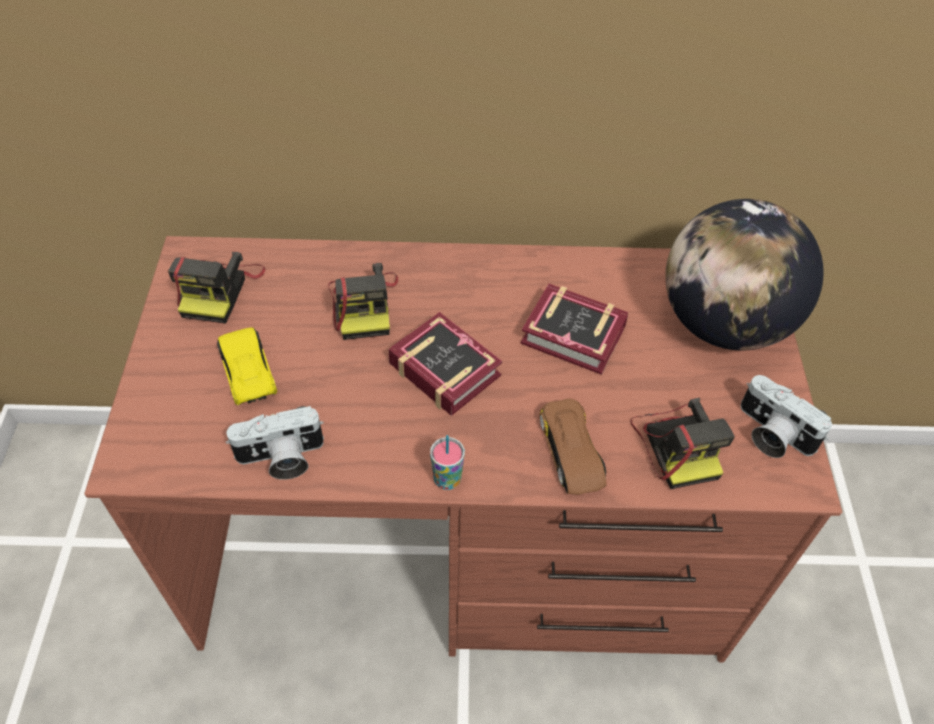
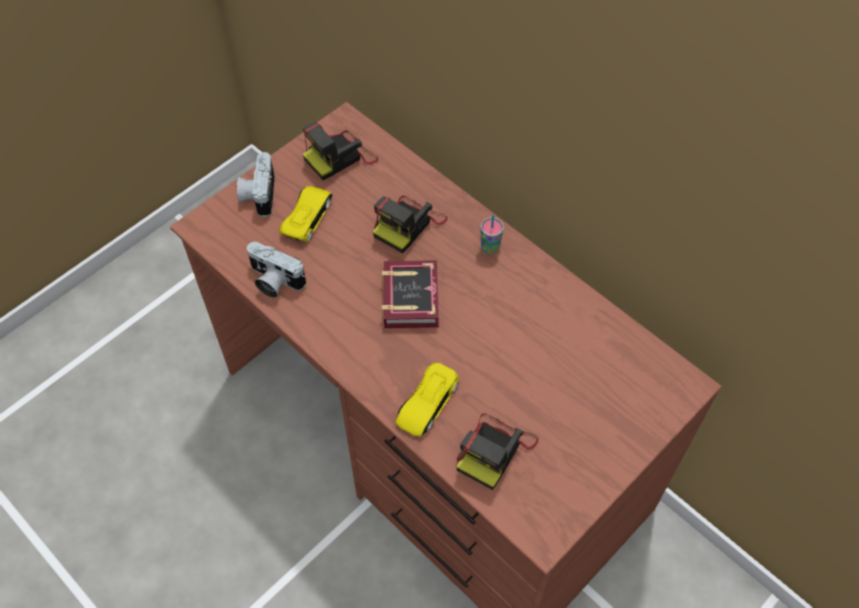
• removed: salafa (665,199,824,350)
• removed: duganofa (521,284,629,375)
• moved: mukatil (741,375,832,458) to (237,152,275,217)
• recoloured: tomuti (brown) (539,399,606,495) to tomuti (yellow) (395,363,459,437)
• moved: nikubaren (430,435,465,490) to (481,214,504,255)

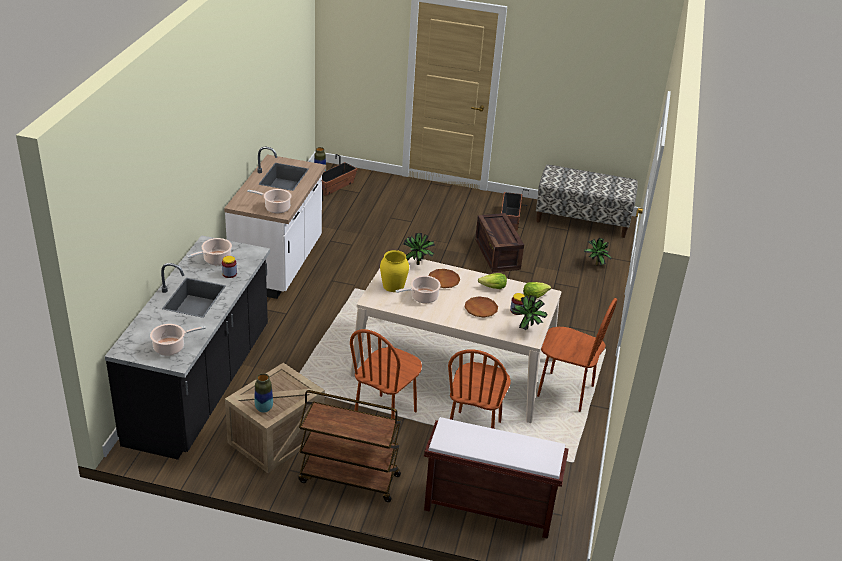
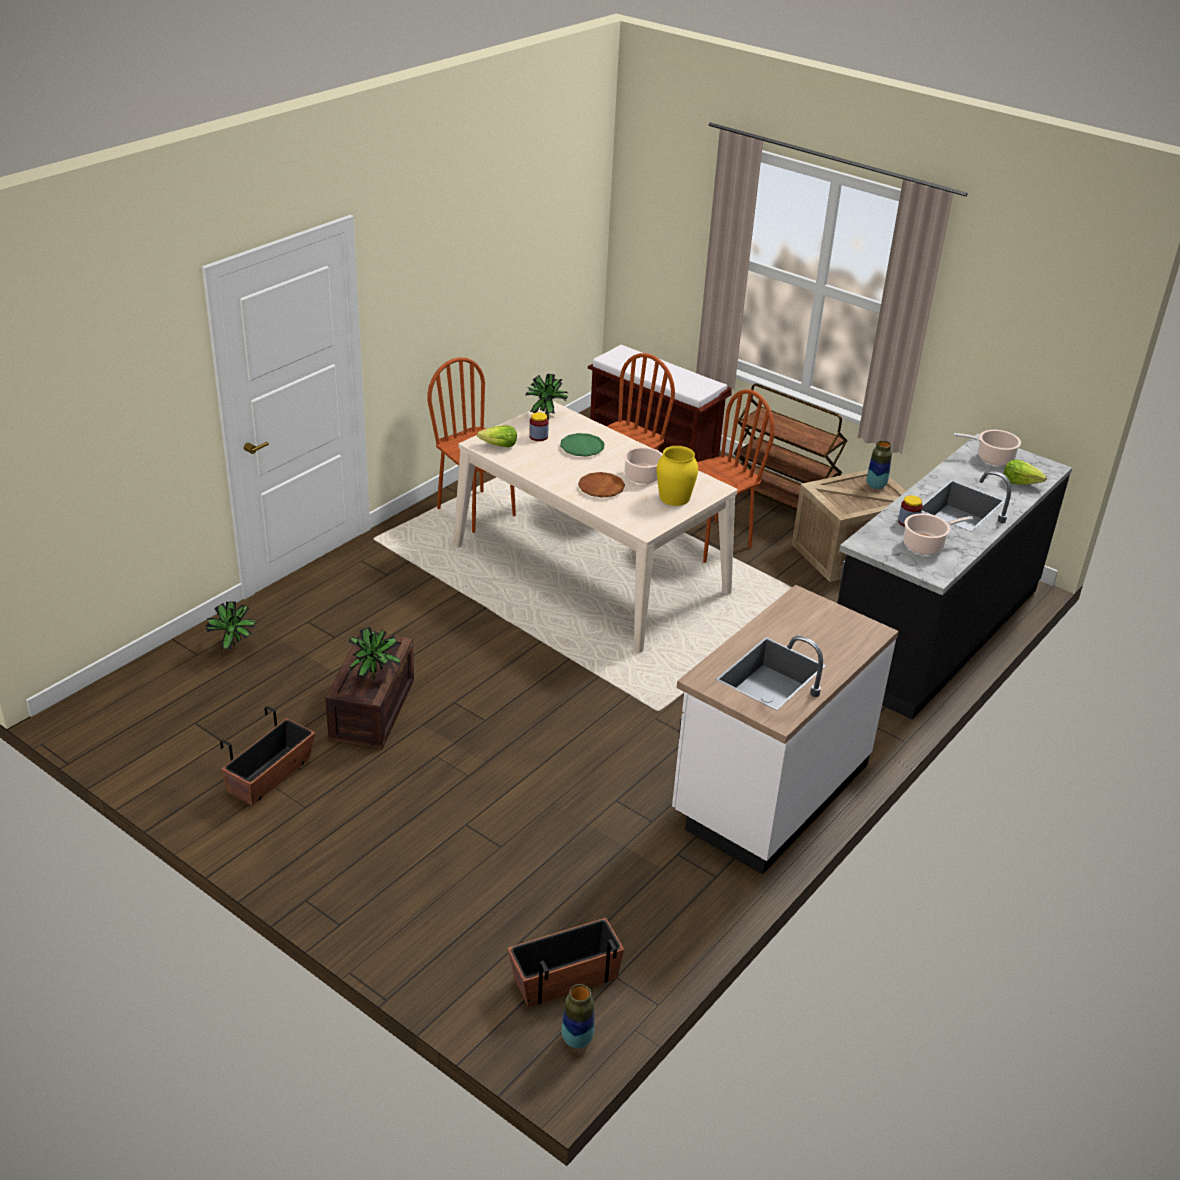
• removed: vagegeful (536,165,638,238)
• removed: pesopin (247,189,291,214)
• moved: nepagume (403,233,435,265) to (348,627,400,680)
• moved: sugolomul (478,273,507,289) to (1004,459,1047,485)
• recoloured: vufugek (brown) (465,296,498,318) to vufugek (green) (560,433,605,456)

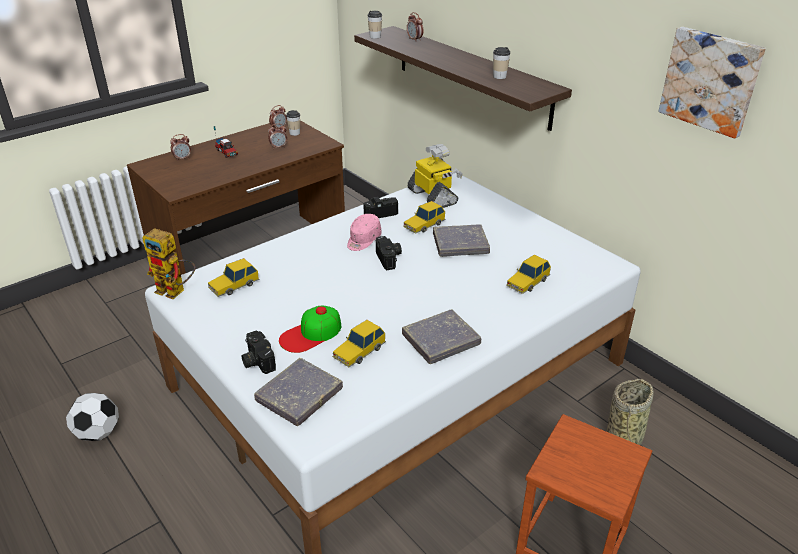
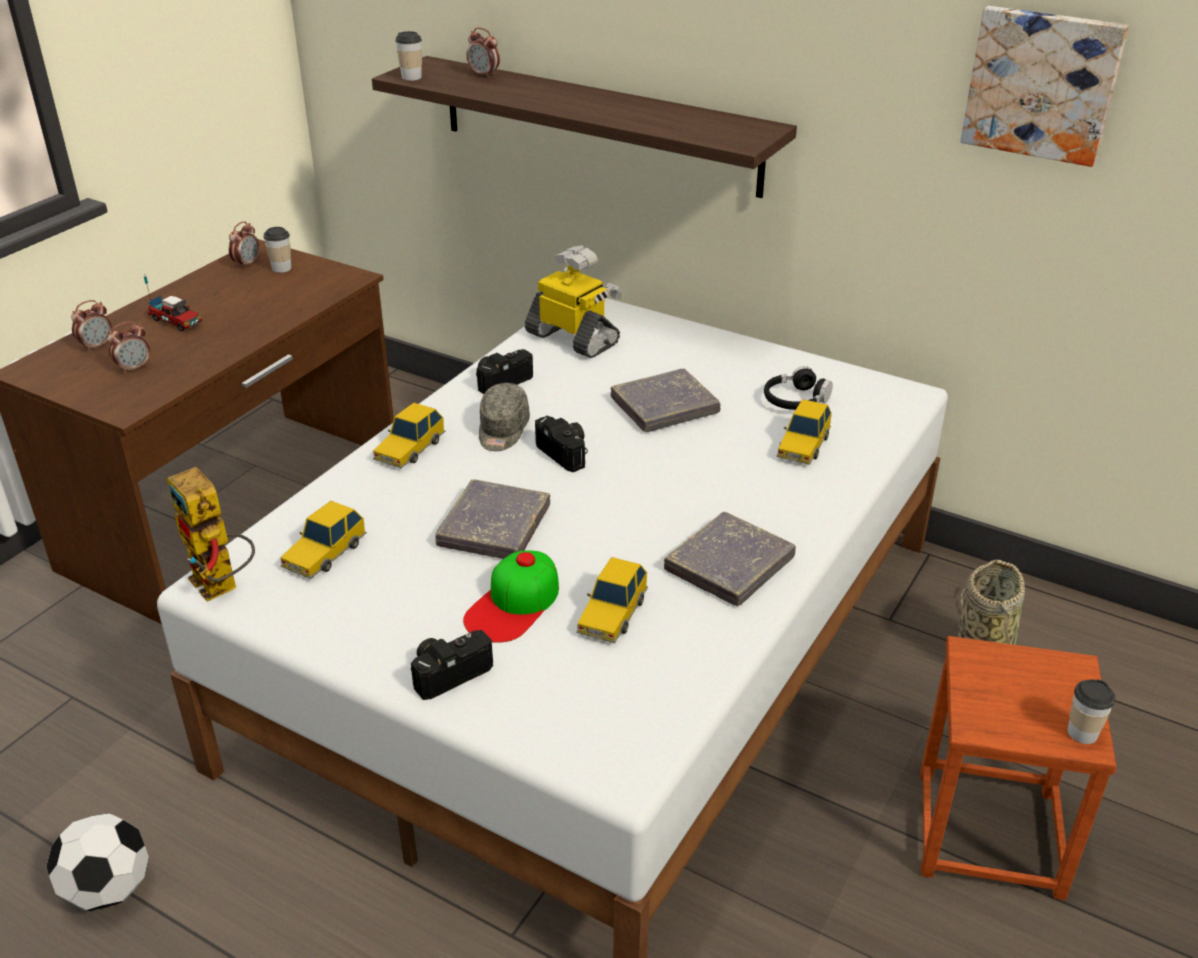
• moved: nikubaren (493,47,510,79) to (1067,679,1115,744)
• moved: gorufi (268,123,287,149) to (108,321,150,374)
• moved: tomuti (403,201,445,234) to (373,403,445,468)
• recoloured: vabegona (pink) (347,214,381,251) to vabegona (grey) (479,383,530,451)
• turned: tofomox (142,228,195,299) = (167,467,255,602) 45 degrees clockwise
• turned: mukatil (241,331,276,374) = (411,630,493,700) 105 degrees clockwise
• moved: duganofa (grey) (254,358,343,426) to (435,479,550,559)
• added: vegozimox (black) (764,366,833,410)

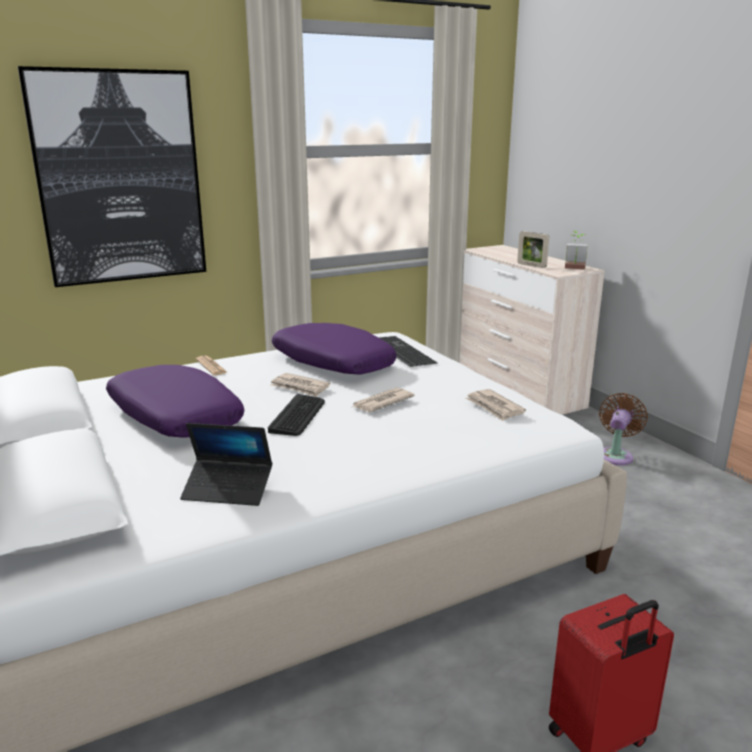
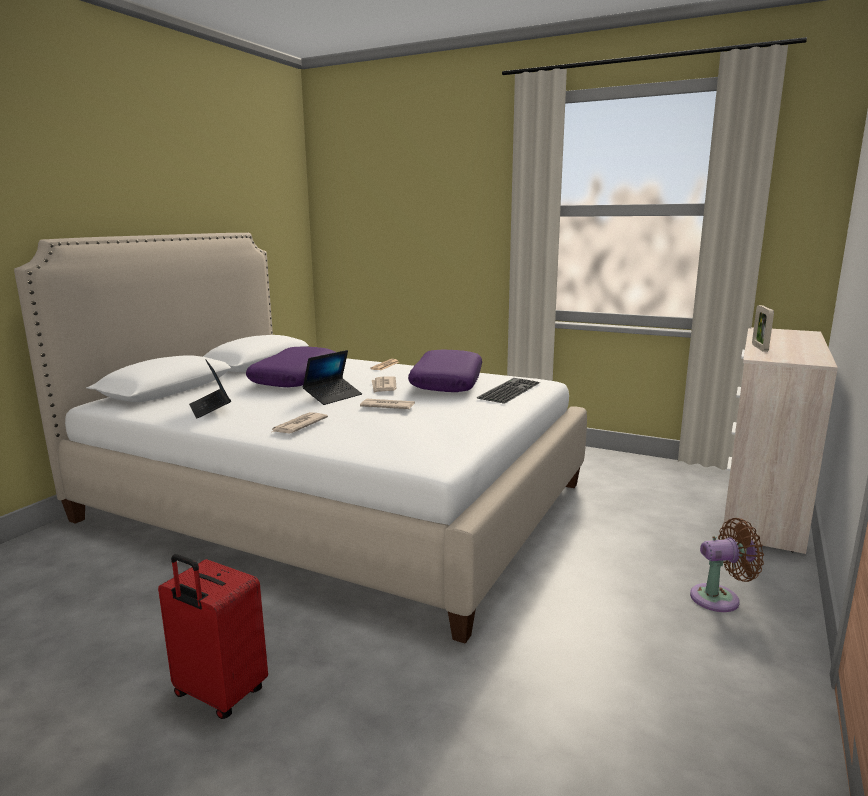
• removed: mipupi (18,66,206,287)
• removed: nepagume (565,231,588,270)
• moved: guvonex (466,389,526,421) to (270,412,328,433)
• replaced: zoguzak (268,394,325,436) to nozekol (302,350,362,405)

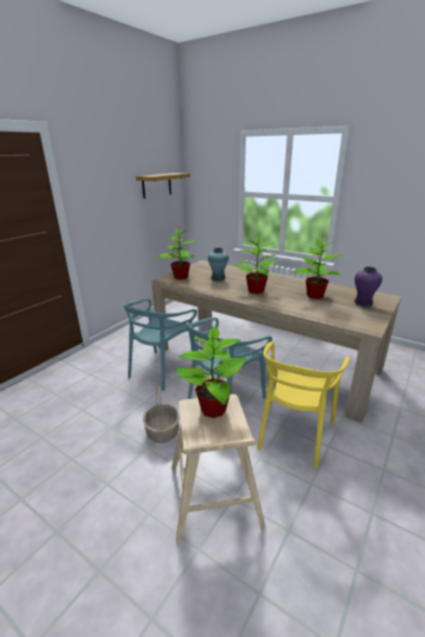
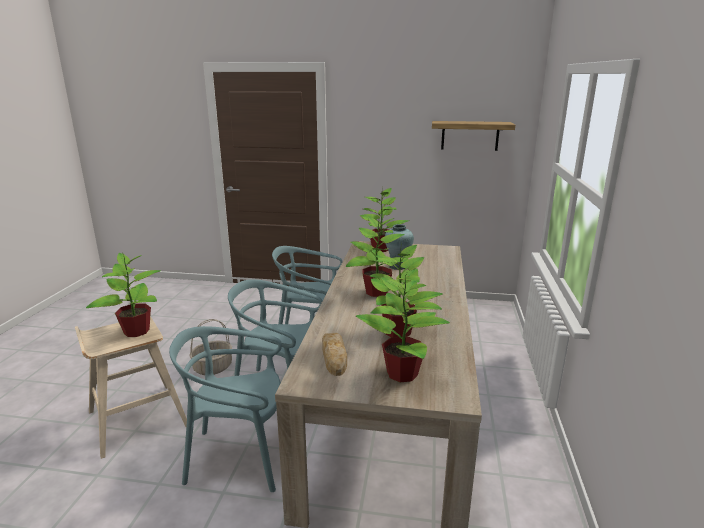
• replaced: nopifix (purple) (354,267,382,307) to nepagume (356,273,450,382)
• recoloured: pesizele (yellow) (257,342,350,468) to pesizele (turquoise) (169,326,282,492)
• added: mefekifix (322,333,347,376)

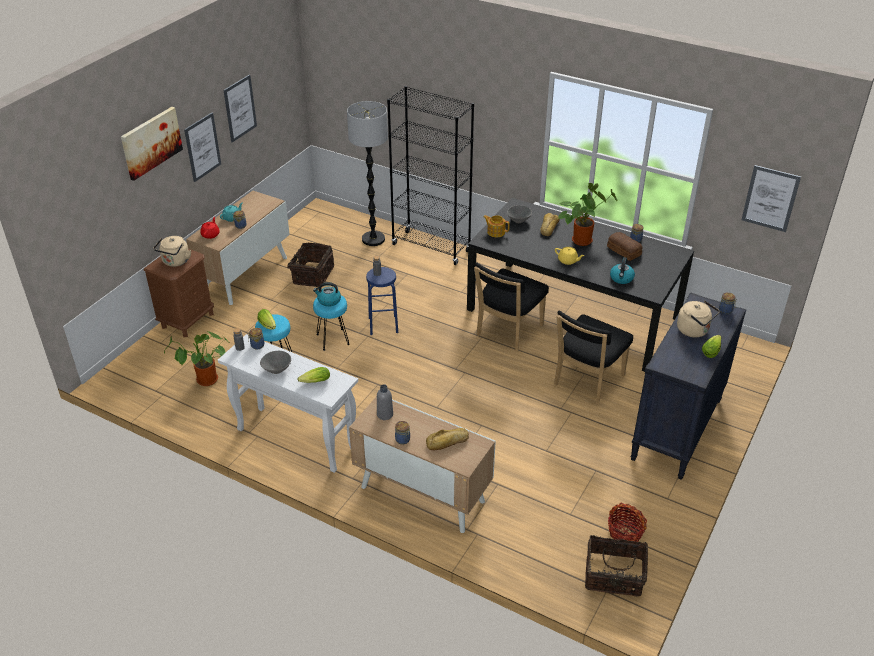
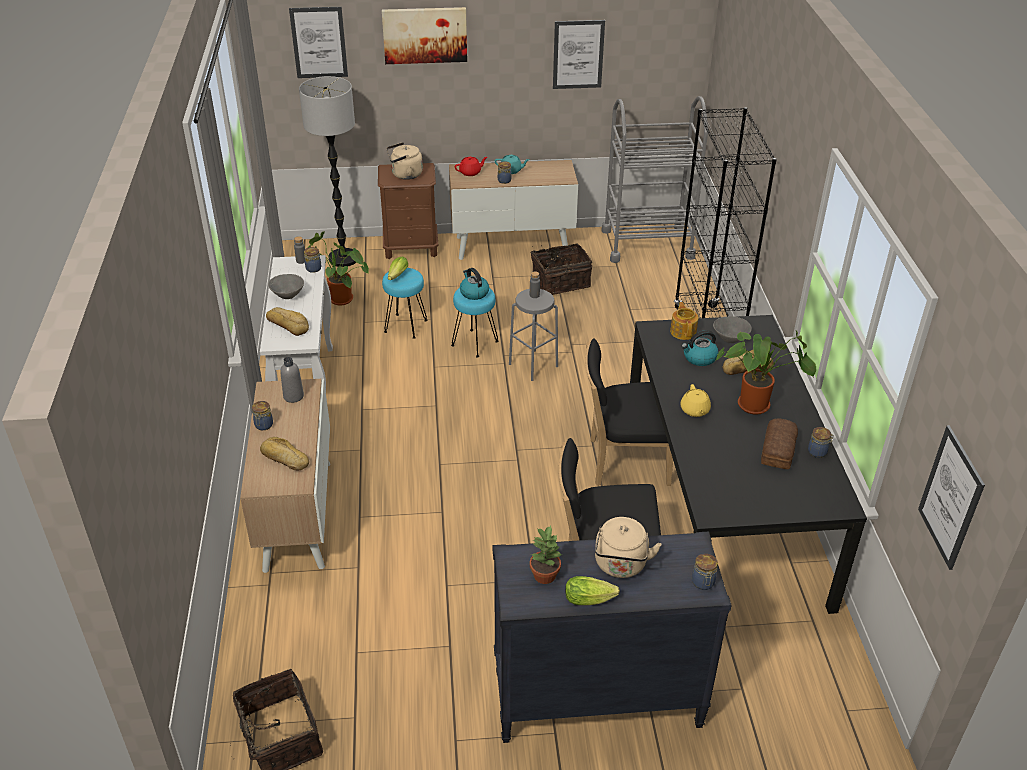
• moved: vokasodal (347,101,388,246) to (299,76,356,267)
• moved: mipupi (184,113,221,182) to (289,7,348,78)
• moved: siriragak (610,257,635,284) to (682,330,719,366)
• recoloured: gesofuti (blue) (366,267,398,335) to gesofuti (grey) (509,289,558,381)
• replaced: sugolomul (298,367,330,383) to mefekifix (266,307,309,336)
• removed: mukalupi (608,503,647,542)
• added: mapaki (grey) (601,96,708,263)
• added: nepagume (530,525,563,584)

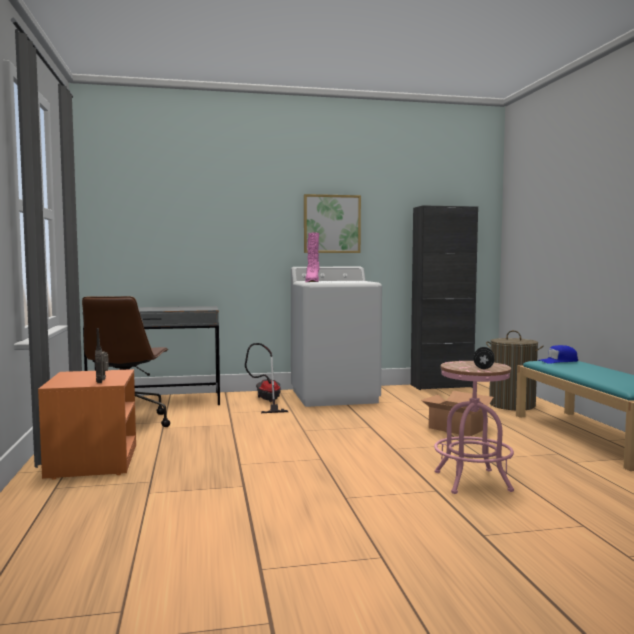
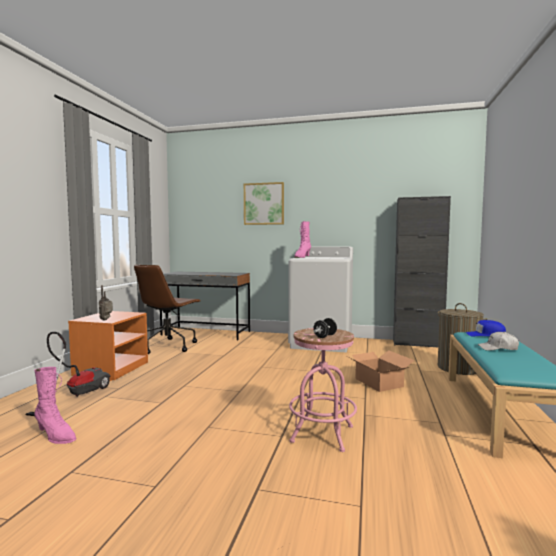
• moved: mipupi (304,194,361,253) to (244,182,284,225)
• moved: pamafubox (245,343,288,413) to (26,332,111,416)
• added: vabegona (white) (477,331,519,351)
• added: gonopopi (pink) (34,367,76,444)

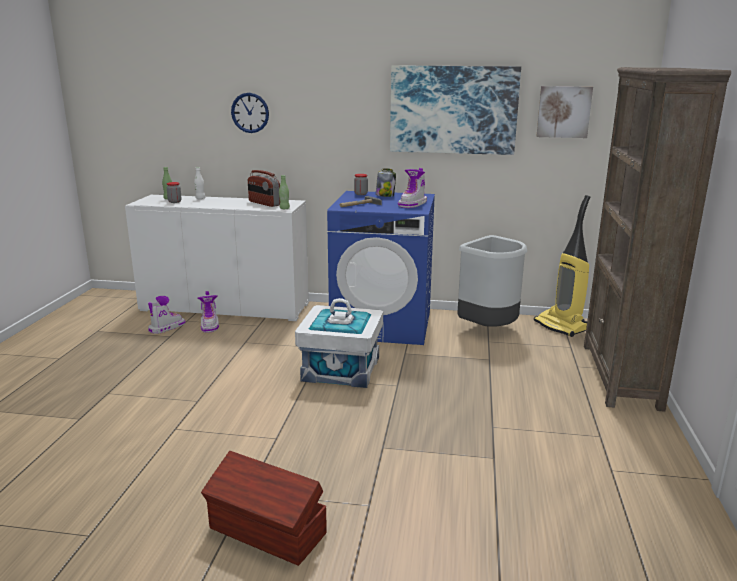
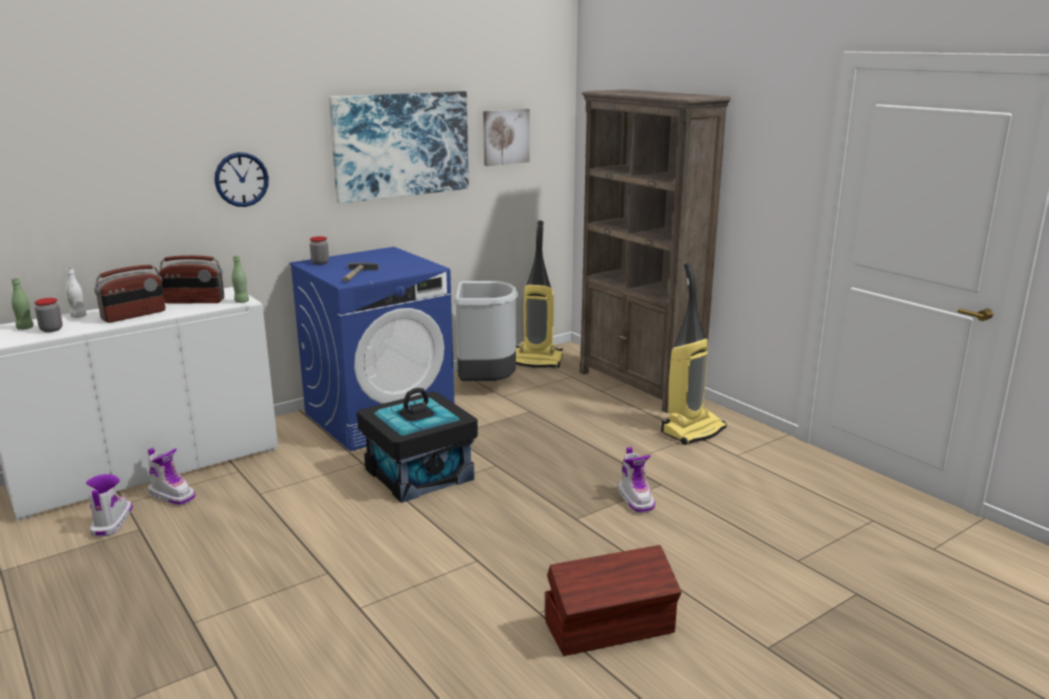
• moved: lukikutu (231,93,269,133) to (214,152,269,207)
• removed: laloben (376,168,396,197)
• moved: gonopopi (398,168,427,208) to (618,447,655,513)
• recoloured: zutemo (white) (295,298,383,388) to zutemo (black) (357,388,478,503)
• added: pamafubox (661,263,727,445)
• added: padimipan (94,265,165,323)

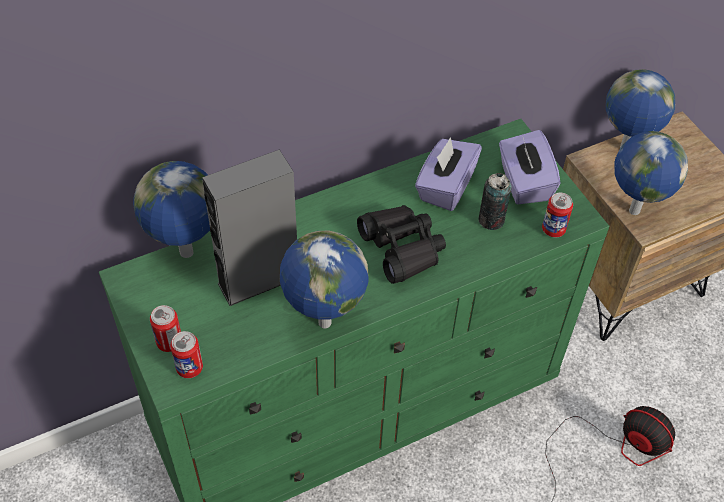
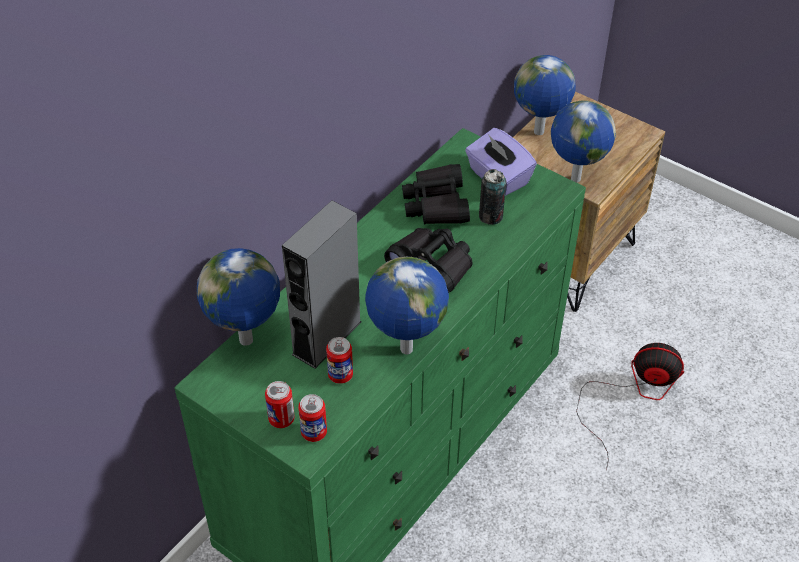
• replaced: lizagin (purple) (415,137,482,211) to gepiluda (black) (402,164,470,225)
• moved: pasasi (542,193,573,237) to (326,337,353,384)

